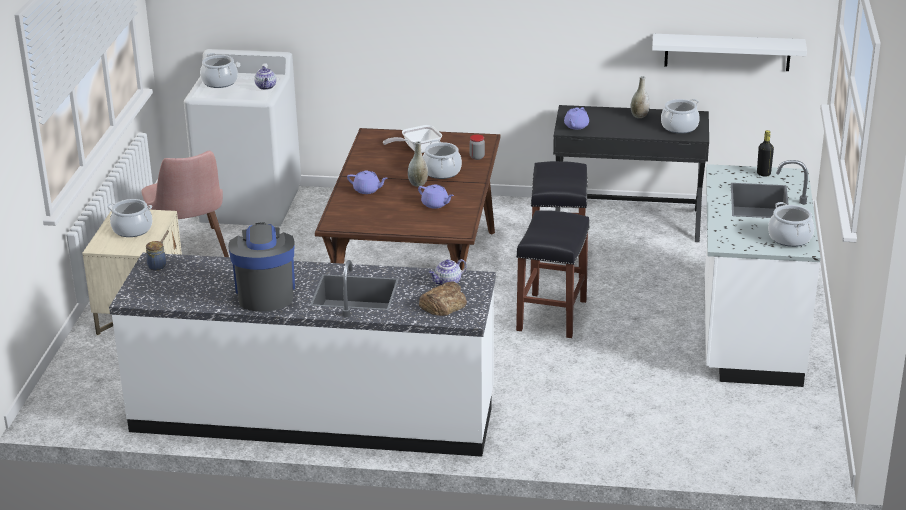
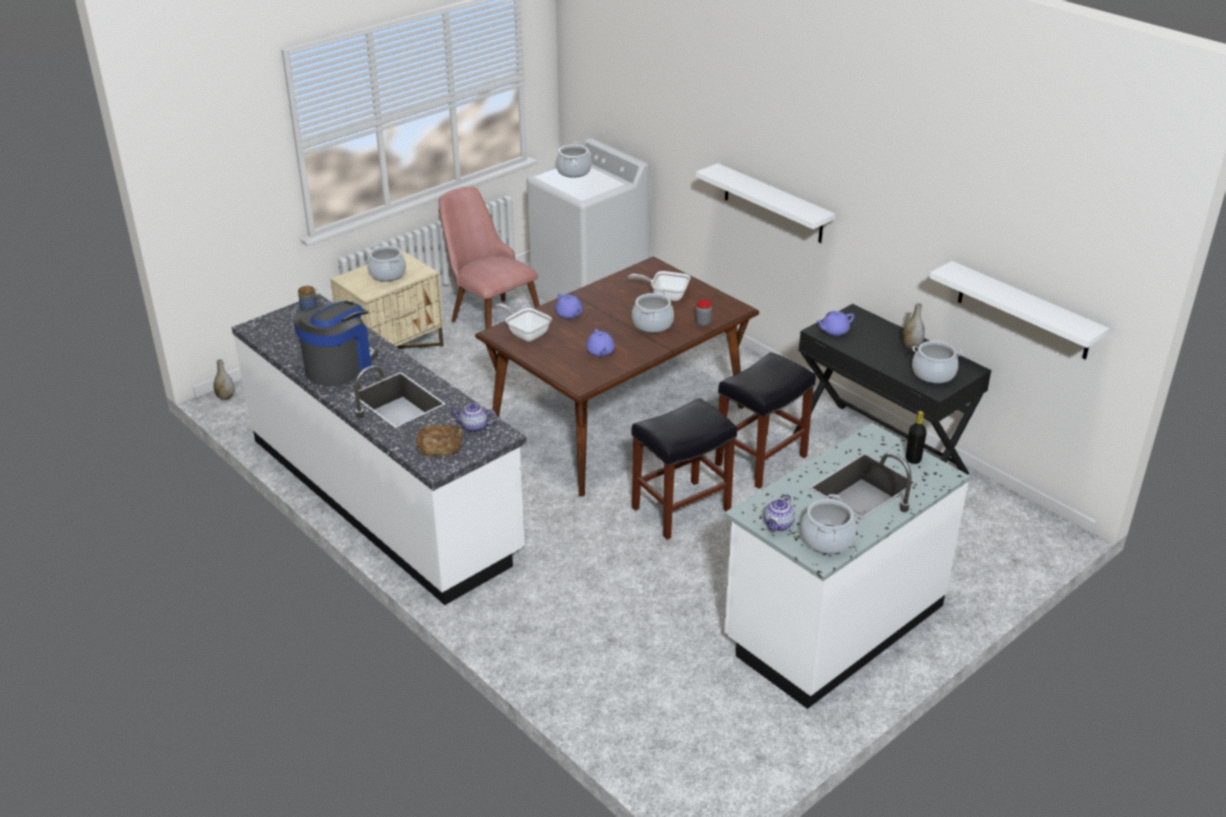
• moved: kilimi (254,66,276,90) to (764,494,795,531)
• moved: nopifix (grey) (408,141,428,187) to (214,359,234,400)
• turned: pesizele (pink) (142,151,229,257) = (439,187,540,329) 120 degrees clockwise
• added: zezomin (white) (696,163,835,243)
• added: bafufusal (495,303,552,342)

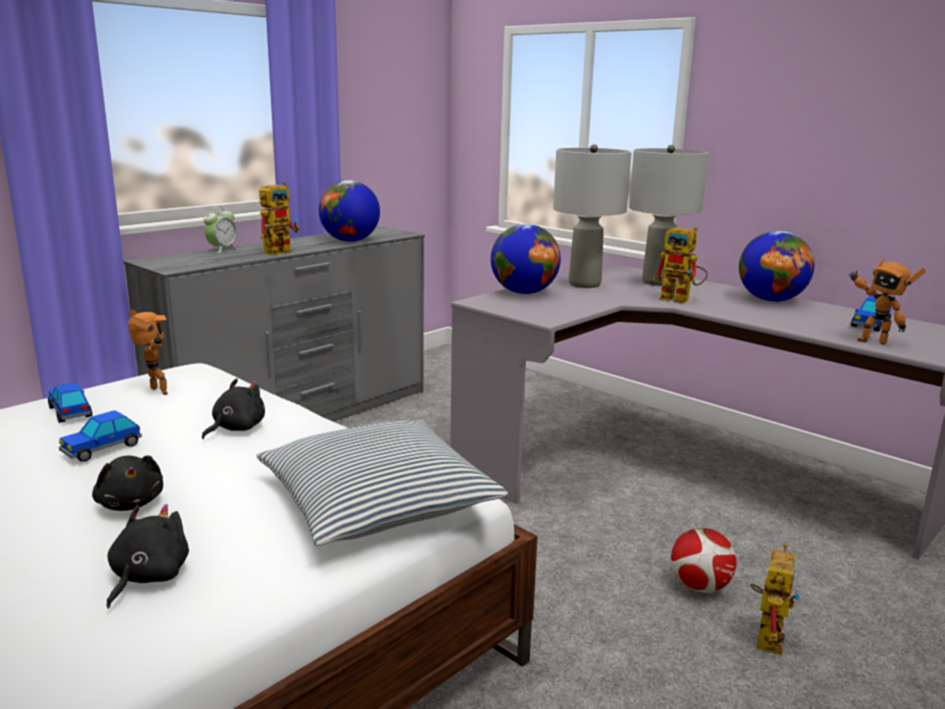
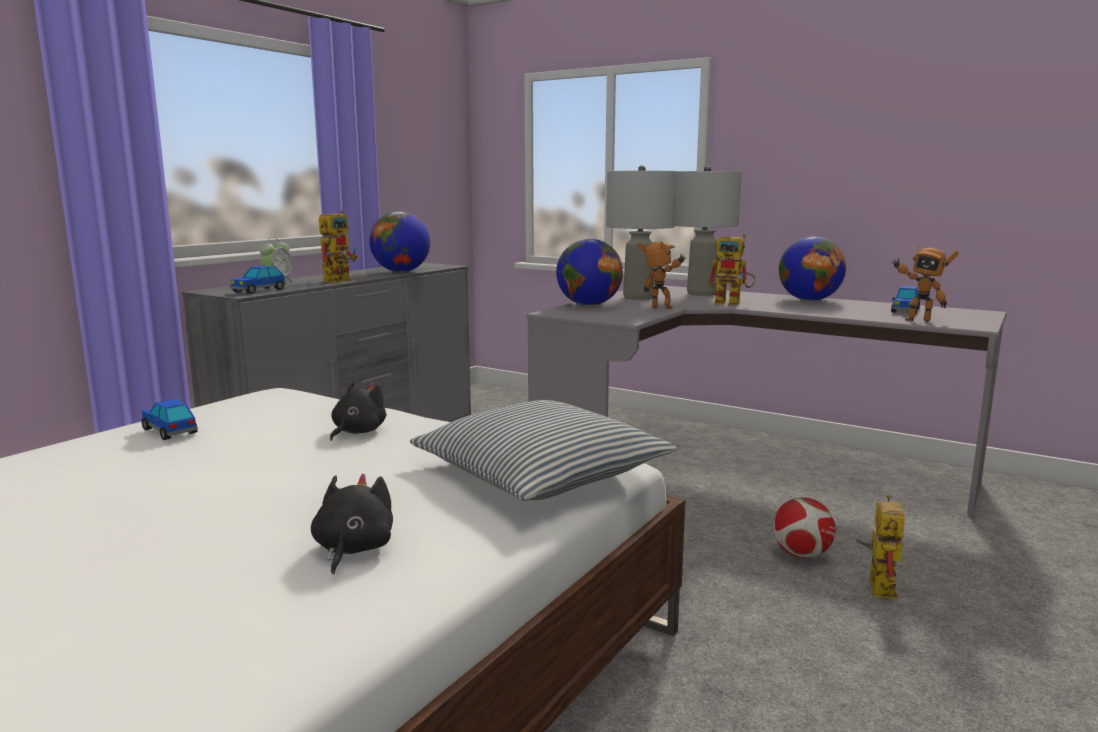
• moved: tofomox (128,310,168,395) to (637,241,686,309)
• moved: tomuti (59,410,142,462) to (230,265,286,294)
• removed: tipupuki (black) (92,455,163,511)

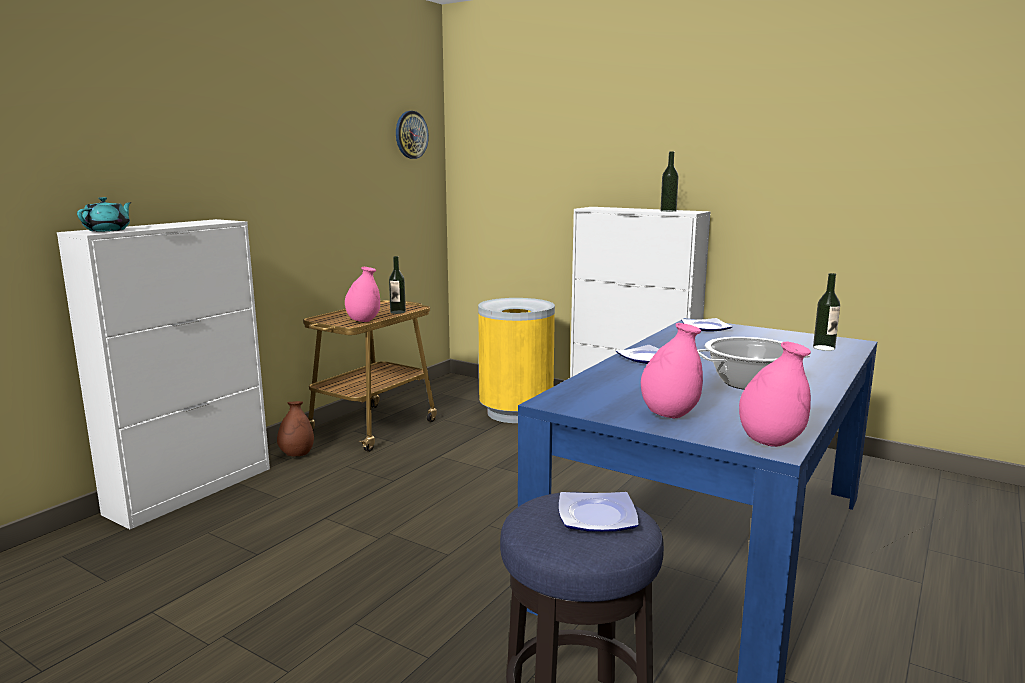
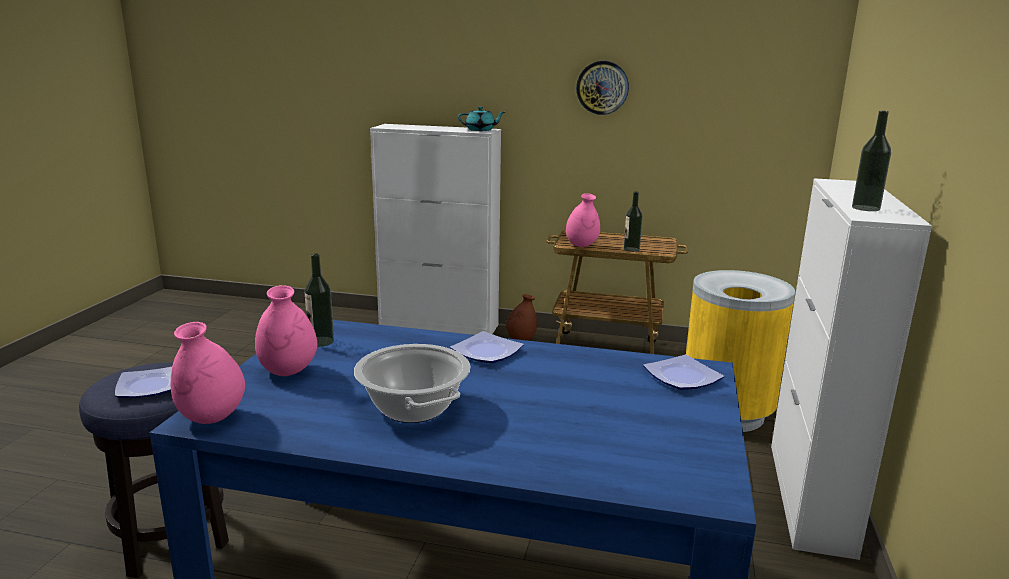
• moved: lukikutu (396,111,429,159) to (576,61,629,115)
• moved: kilimi (turquoise) (77,197,132,232) to (458,107,505,131)
• moved: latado (813,273,840,351) to (305,253,334,347)

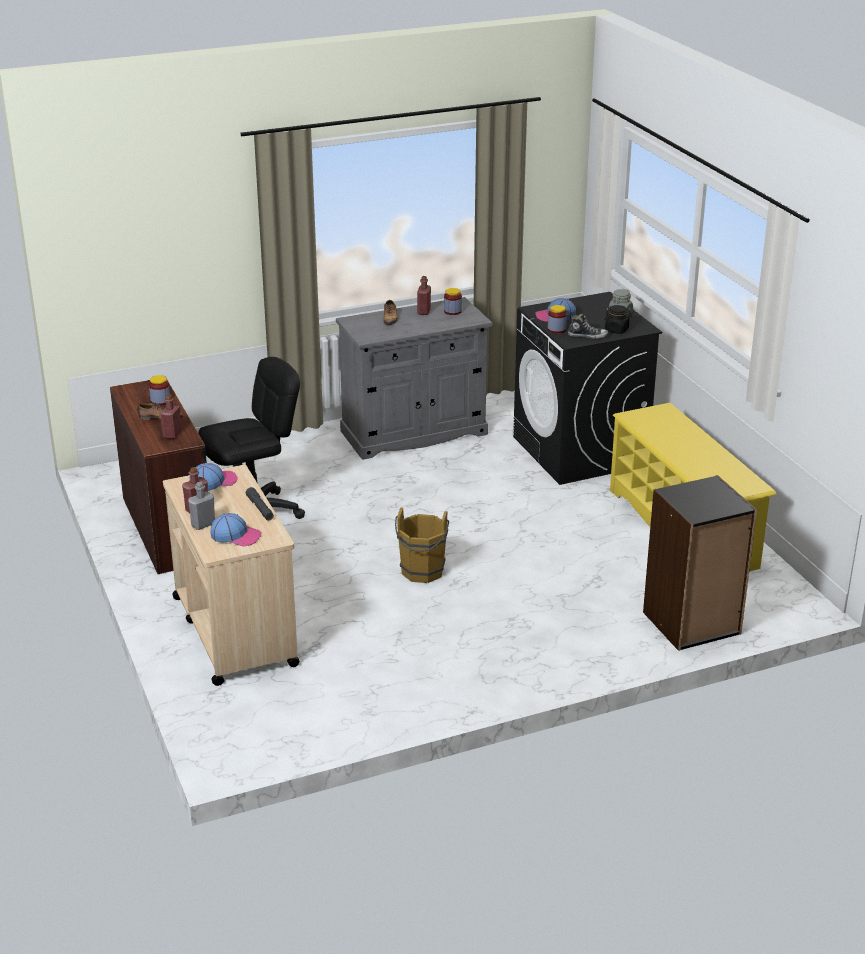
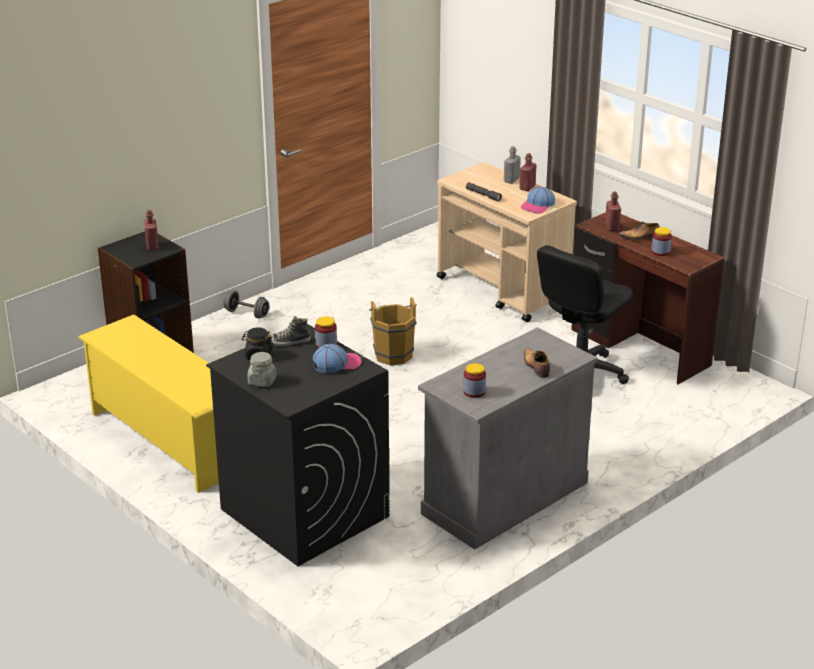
• moved: latado (red) (417,276,431,315) to (144,210,159,250)
• removed: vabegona (210,513,262,546)
• added: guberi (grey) (224,291,269,319)

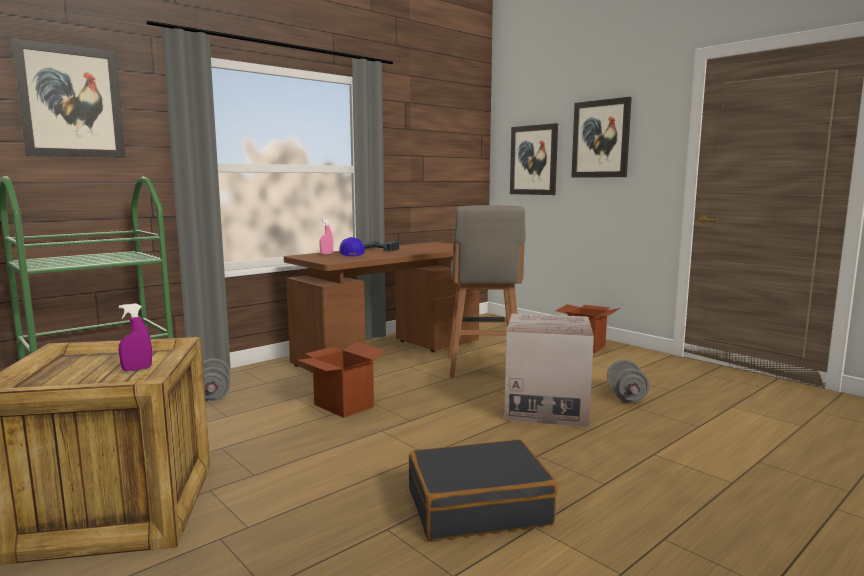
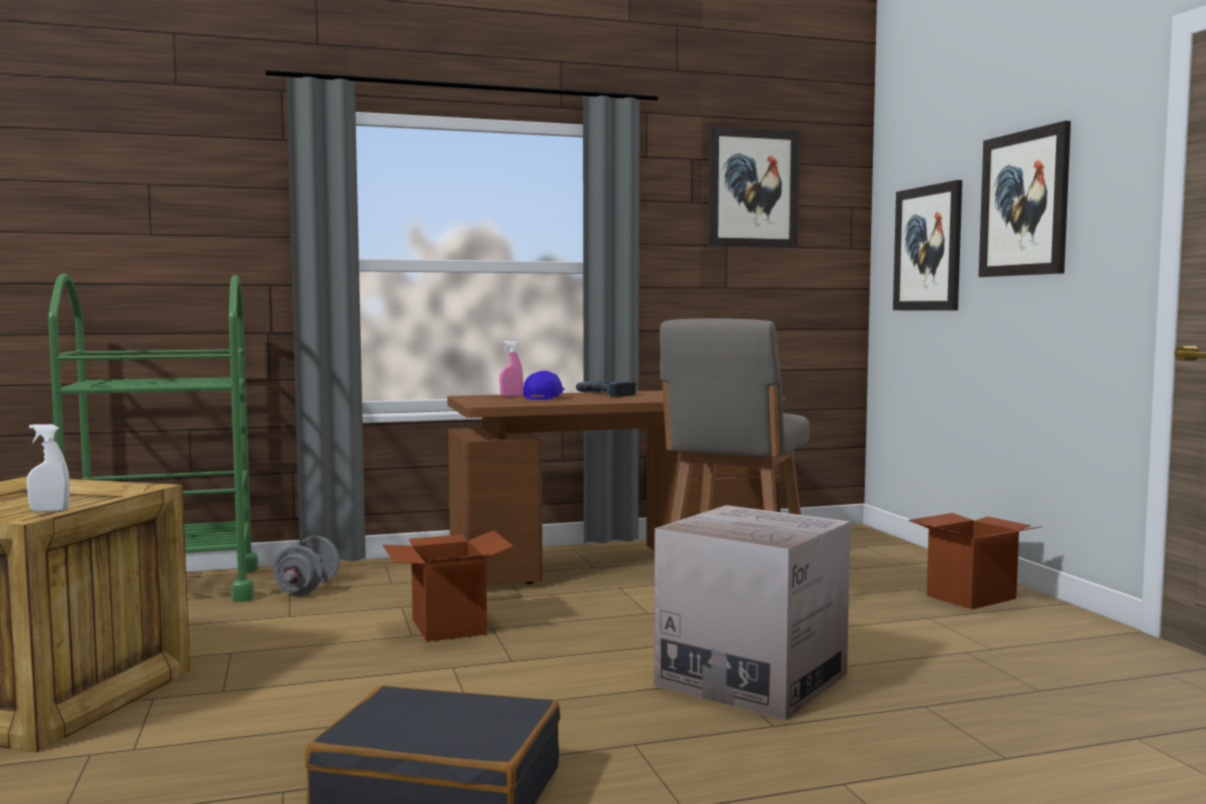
• moved: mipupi (11,38,126,158) to (708,126,800,248)
• recoloured: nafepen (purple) (119,303,152,371) to nafepen (white) (27,424,70,512)
• removed: guberi (grey) (607,359,649,403)

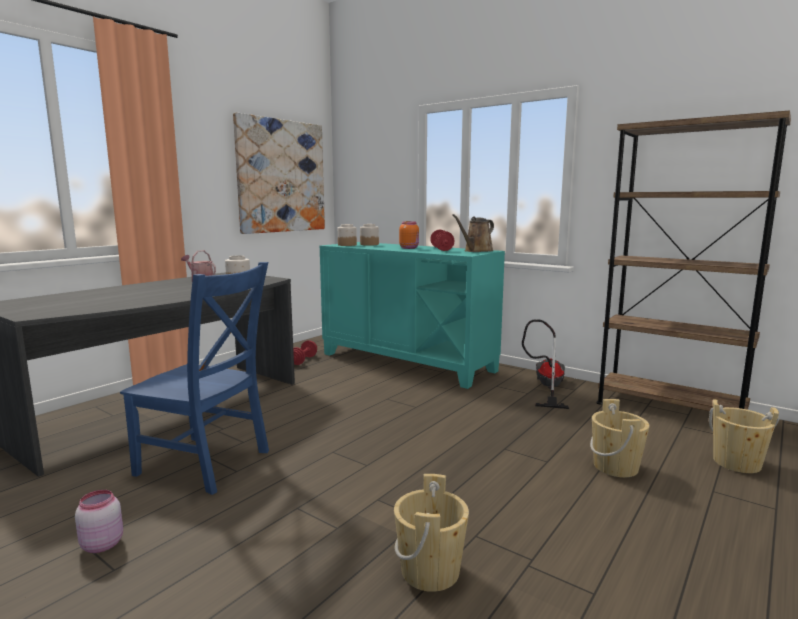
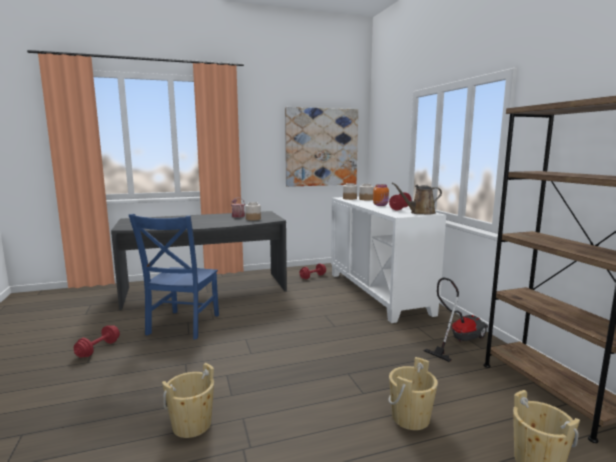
• recoloured: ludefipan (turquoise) (320,242,505,389) to ludefipan (white) (331,197,446,323)
• turned: pesizele (blue) (120,262,269,495) = (128,214,219,339) 45 degrees clockwise
• replaced: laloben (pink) (75,490,123,553) to guberi (red) (74,325,120,358)

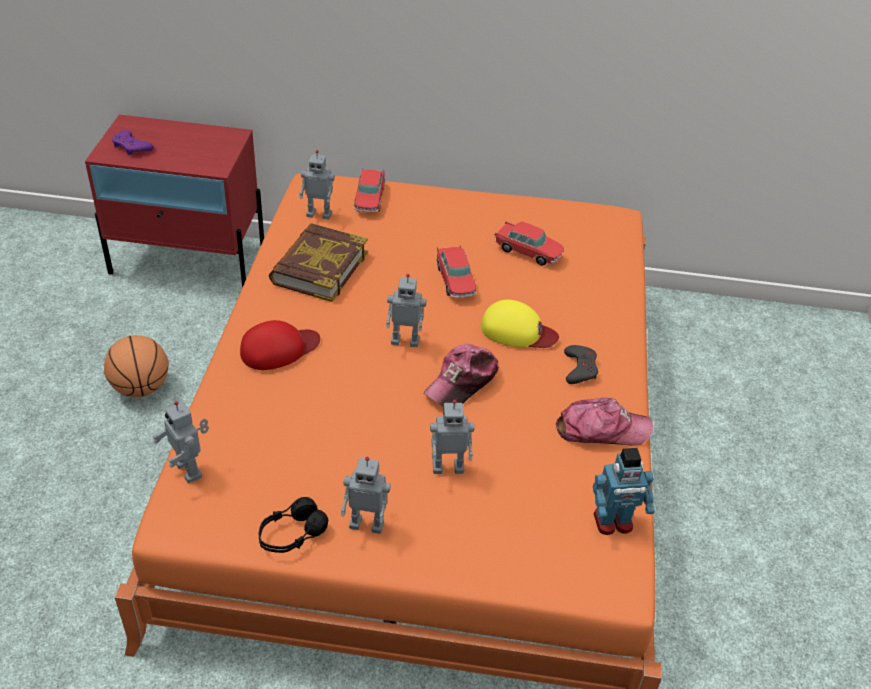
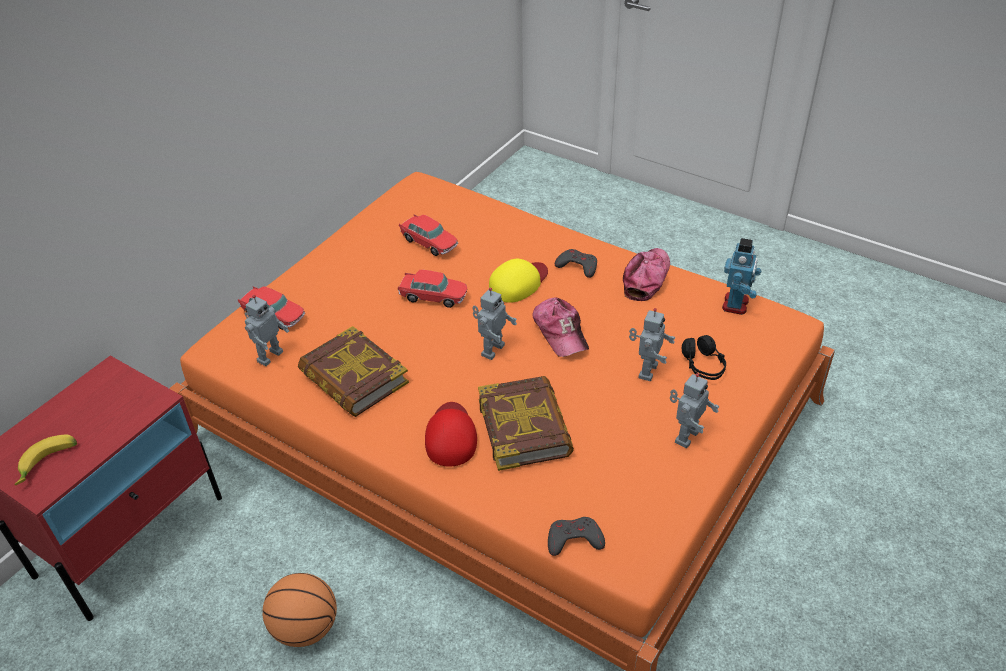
• replaced: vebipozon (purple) (112,130,154,156) to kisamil (14,435,77,485)
• turned: tomuti (495,221,564,266) = (399,214,458,256) 75 degrees clockwise
• replaced: tofomox (152,401,209,483) to vebipozon (grey) (548,517,605,556)
• moved: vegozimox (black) (259,497,328,553) to (682,335,726,380)
• added: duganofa (478,376,574,471)

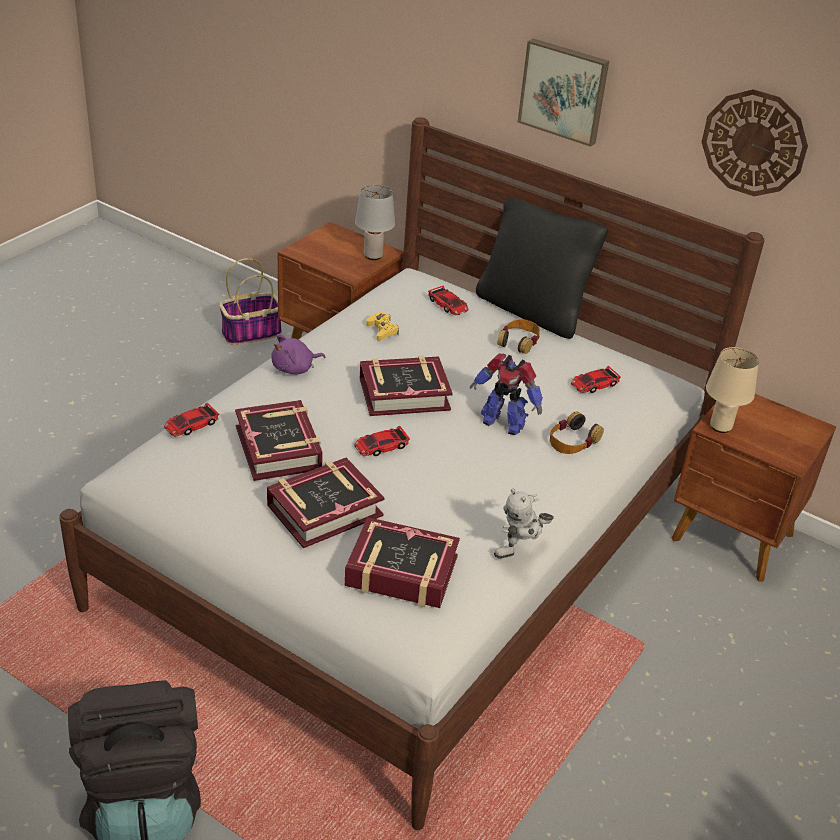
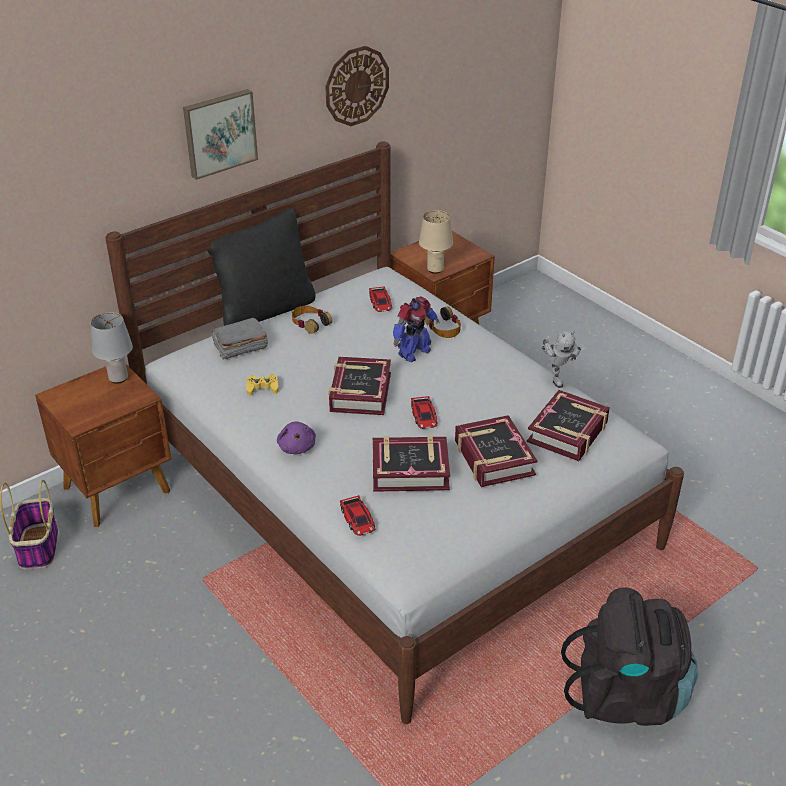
• replaced: tomuti (428,286,469,315) to duganofa (grey) (212,318,268,360)

